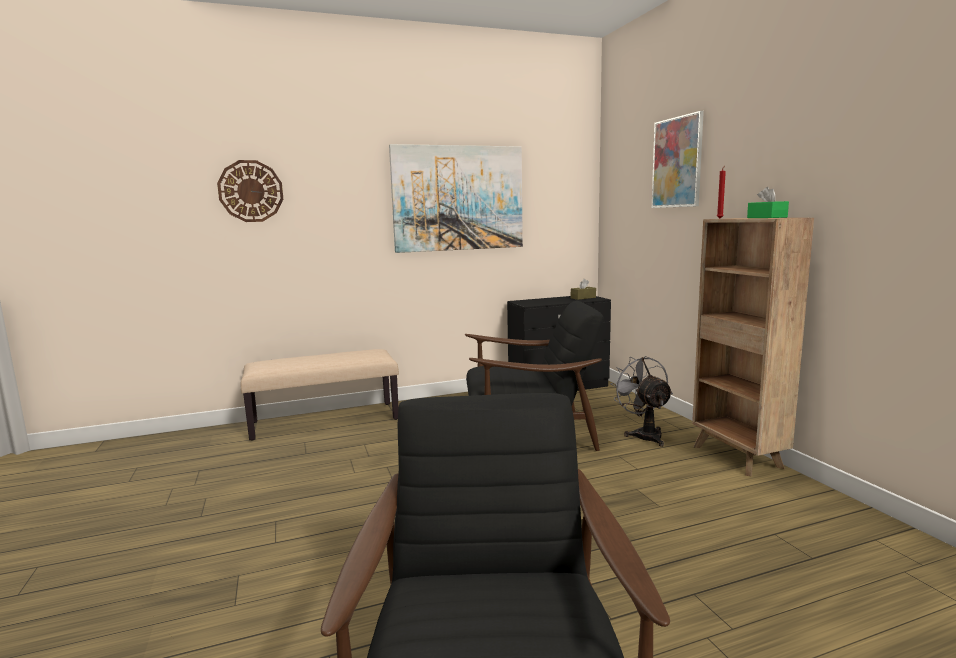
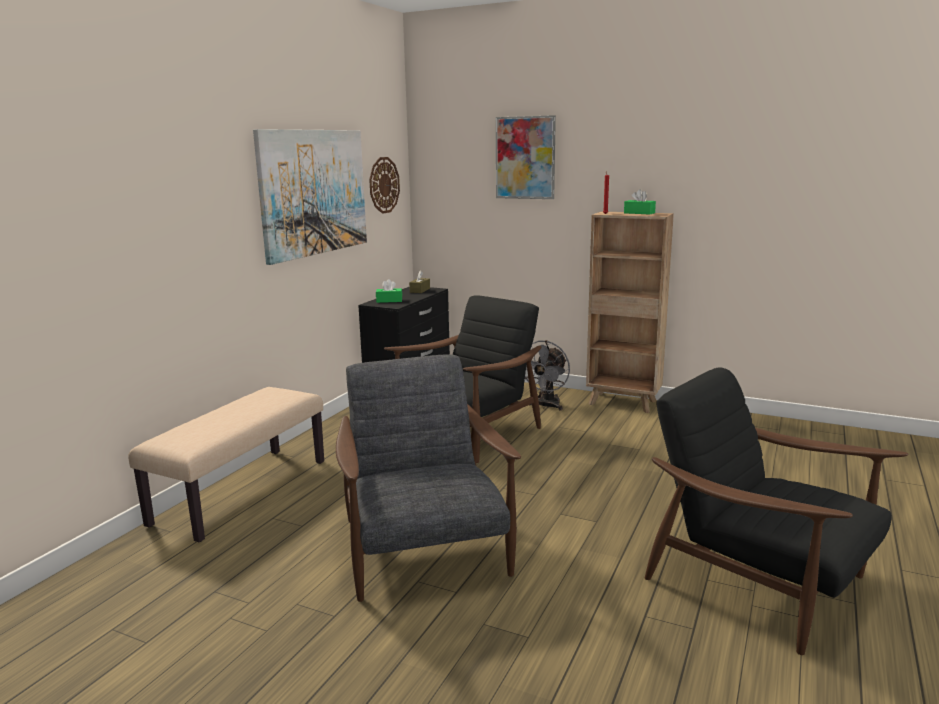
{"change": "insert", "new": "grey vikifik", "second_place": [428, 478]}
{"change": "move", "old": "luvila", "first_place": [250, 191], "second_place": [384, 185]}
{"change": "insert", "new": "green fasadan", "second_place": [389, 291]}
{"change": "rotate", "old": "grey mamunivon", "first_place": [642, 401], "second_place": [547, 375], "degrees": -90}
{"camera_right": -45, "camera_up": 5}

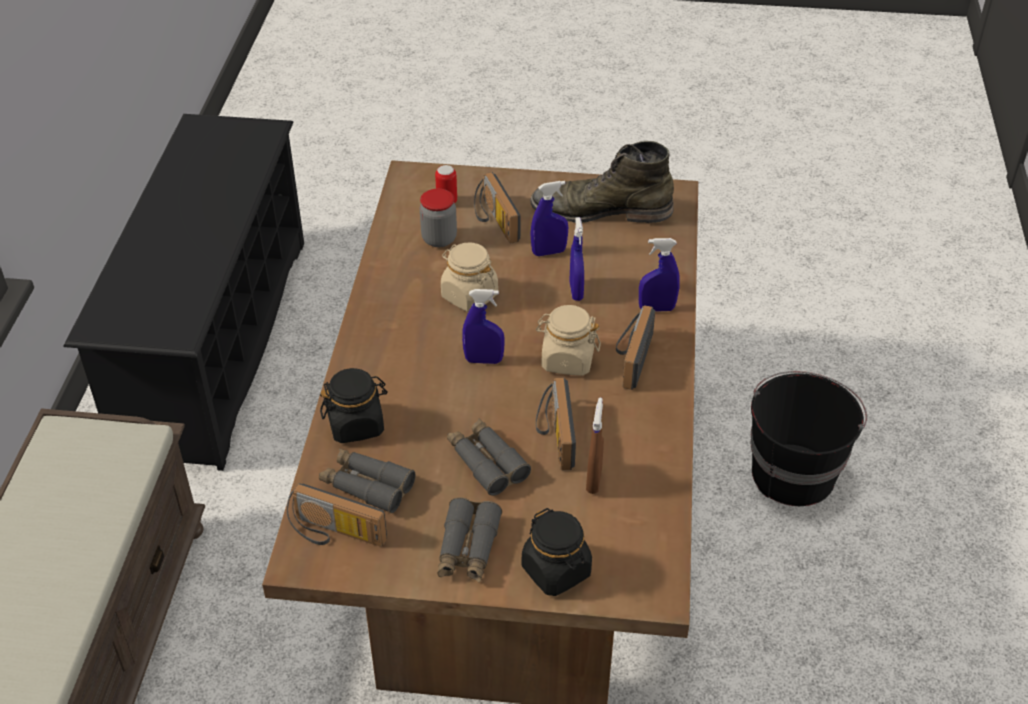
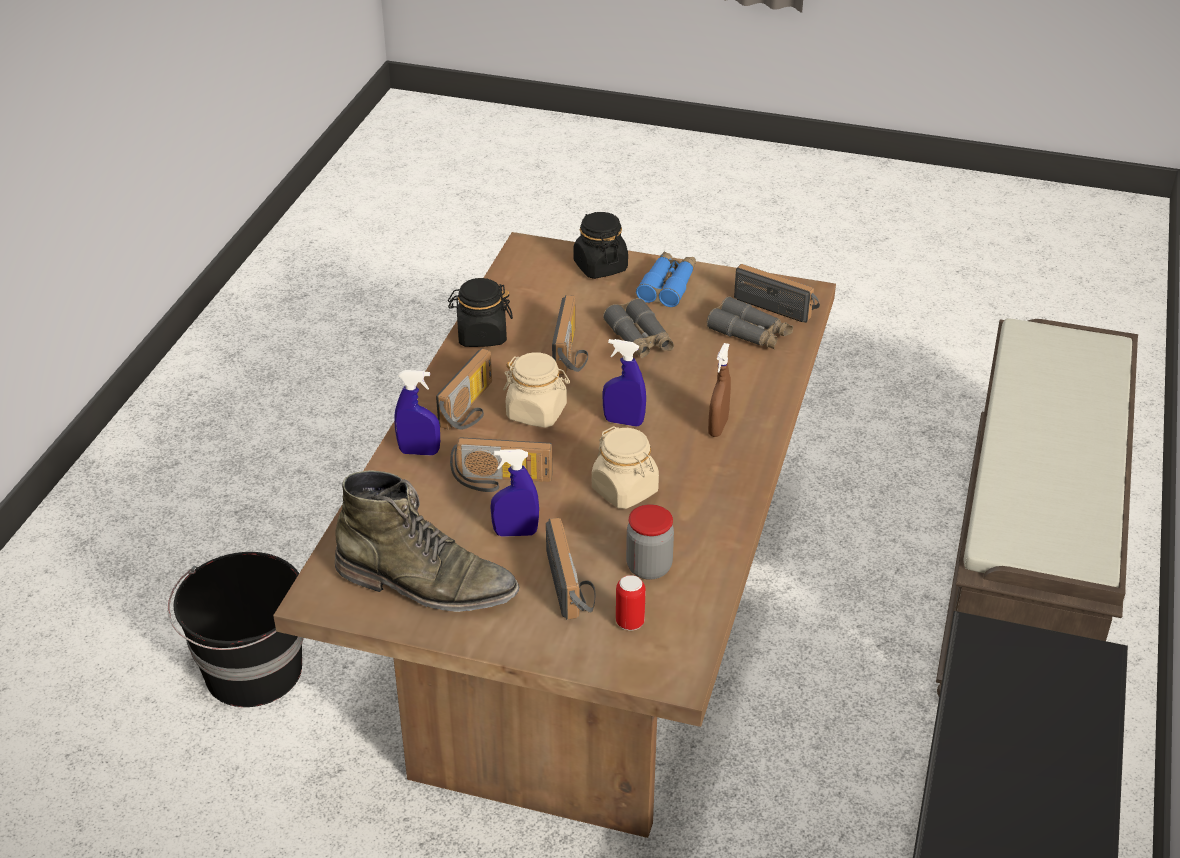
{"change": "move", "old": "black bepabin", "first_place": [354, 405], "second_place": [480, 312]}
{"change": "replace", "old": "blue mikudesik", "new": "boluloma", "first_place": [576, 259], "second_place": [501, 464]}
{"change": "recolor", "old": "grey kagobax", "new": "blue kagobax", "first_place": [470, 540], "second_place": [666, 279]}
{"change": "move", "old": "brown mikudesik", "first_place": [595, 446], "second_place": [719, 390]}
{"camera_right": -170, "camera_up": -5}

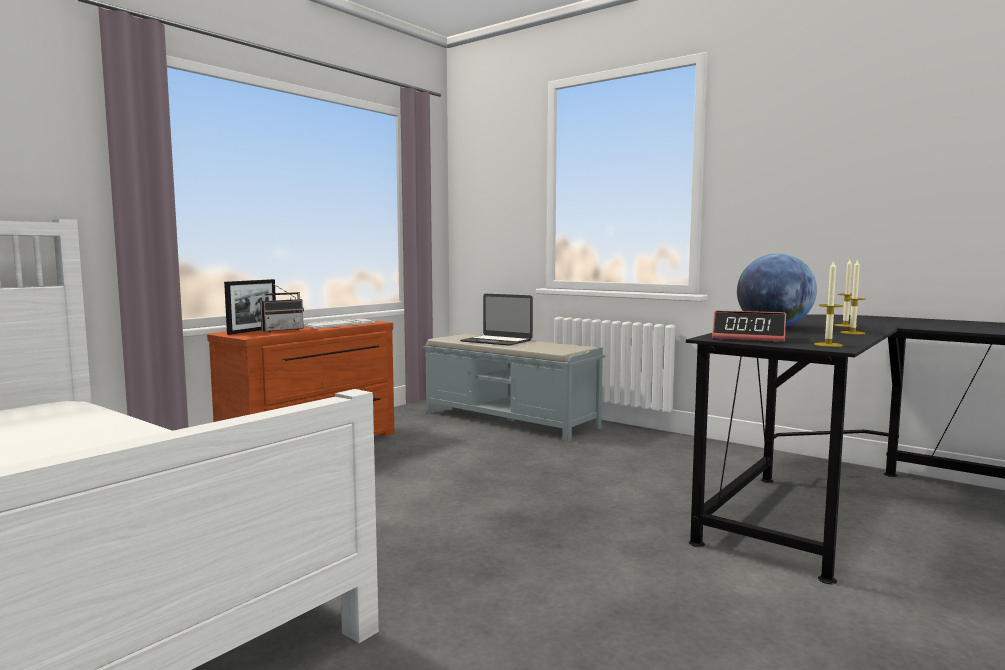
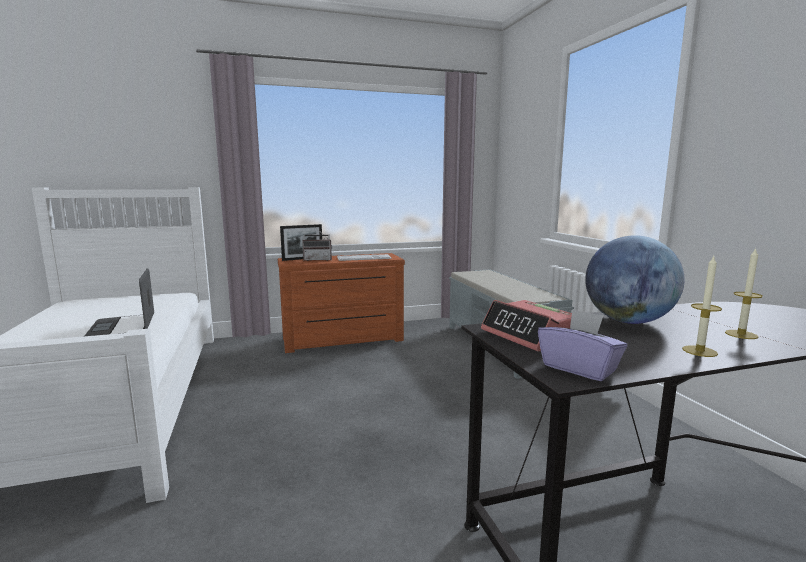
{"change": "move", "old": "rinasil", "first_place": [496, 320], "second_place": [119, 302]}
{"change": "replace", "old": "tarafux", "new": "purple fasadan", "first_place": [828, 303], "second_place": [582, 345]}
{"camera_right": 35, "camera_up": 5}

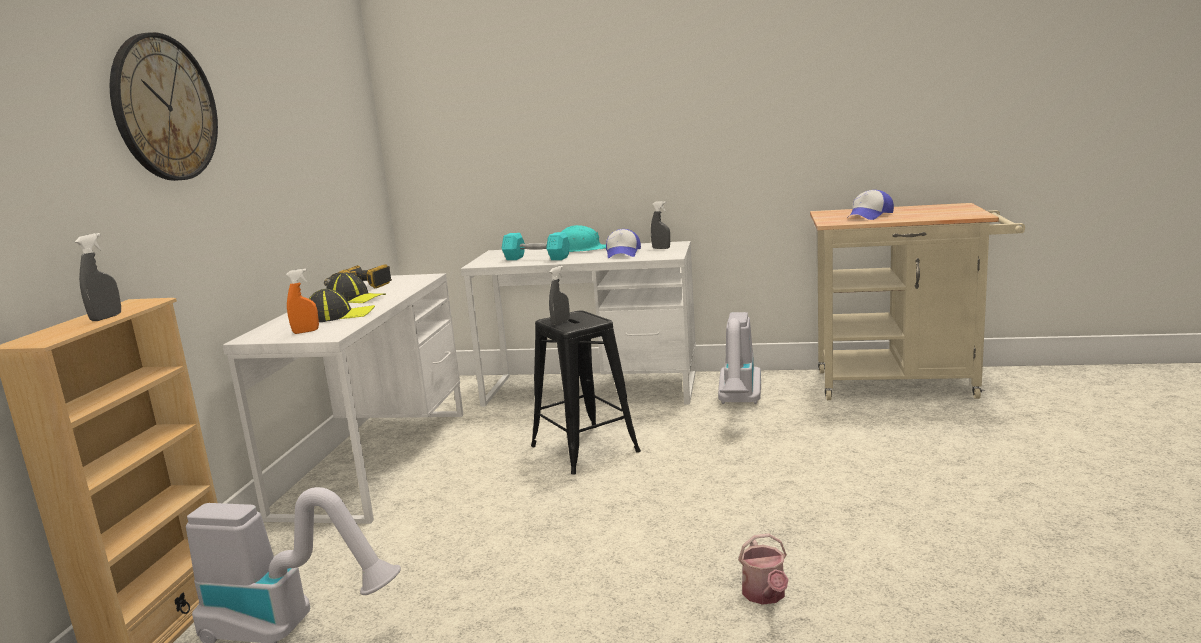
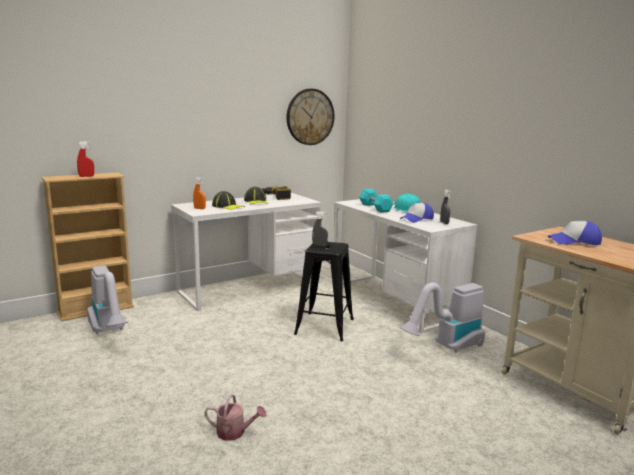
{"change": "recolor", "old": "grey mikudesik", "new": "red mikudesik", "first_place": [98, 277], "second_place": [85, 159]}
{"change": "rotate", "old": "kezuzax", "first_place": [763, 569], "second_place": [235, 417], "degrees": -120}
{"change": "move", "old": "luvila", "first_place": [164, 106], "second_place": [310, 117]}
{"camera_right": 45, "camera_up": 0}

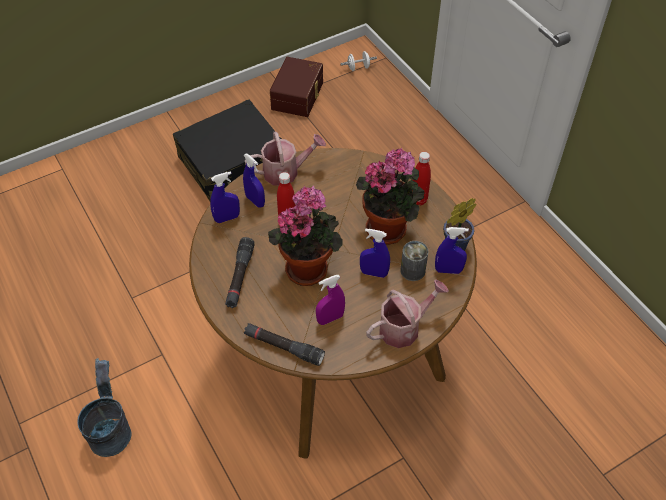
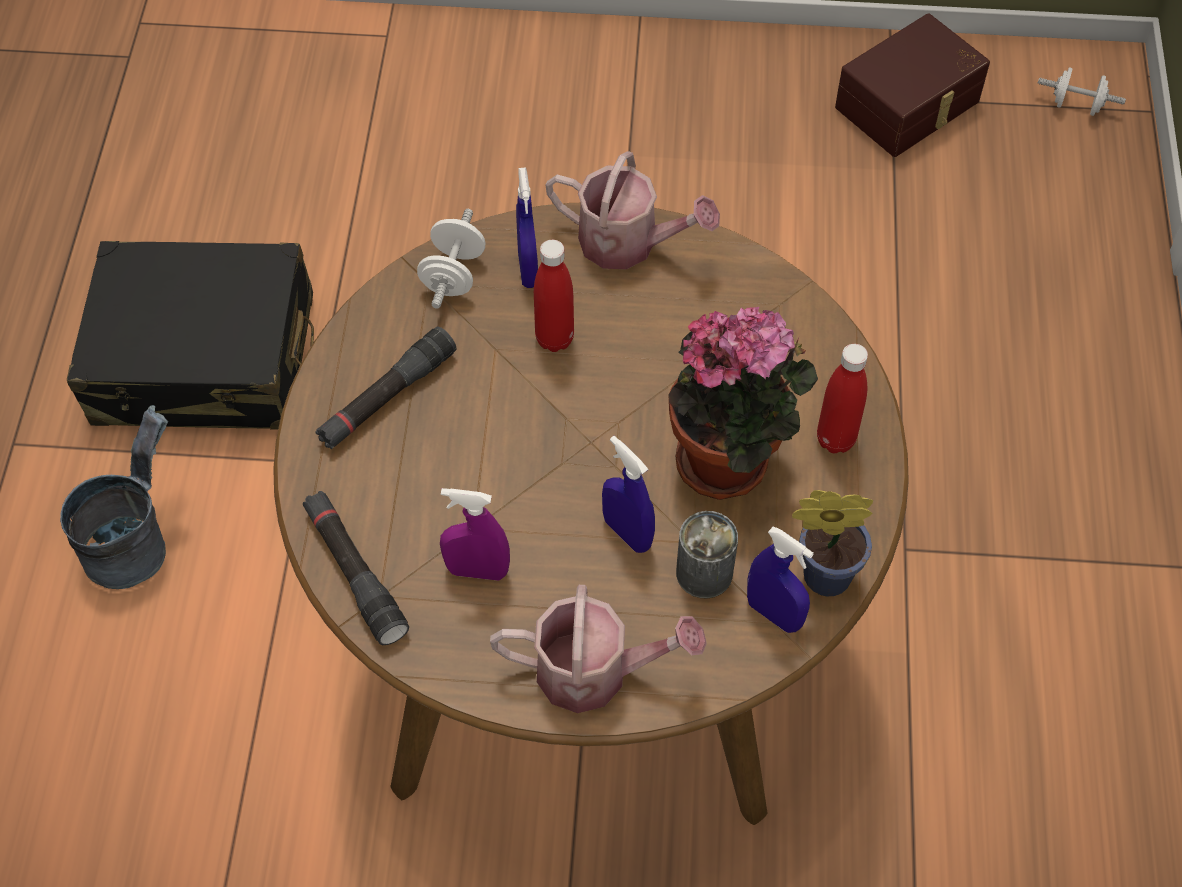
{"change": "move", "old": "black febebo", "first_place": [227, 150], "second_place": [190, 335]}
{"change": "replace", "old": "blue mikudesik", "new": "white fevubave", "first_place": [225, 197], "second_place": [451, 259]}
{"change": "delete", "old": "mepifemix", "first_place": [305, 236]}
{"camera_right": 35, "camera_up": 5}

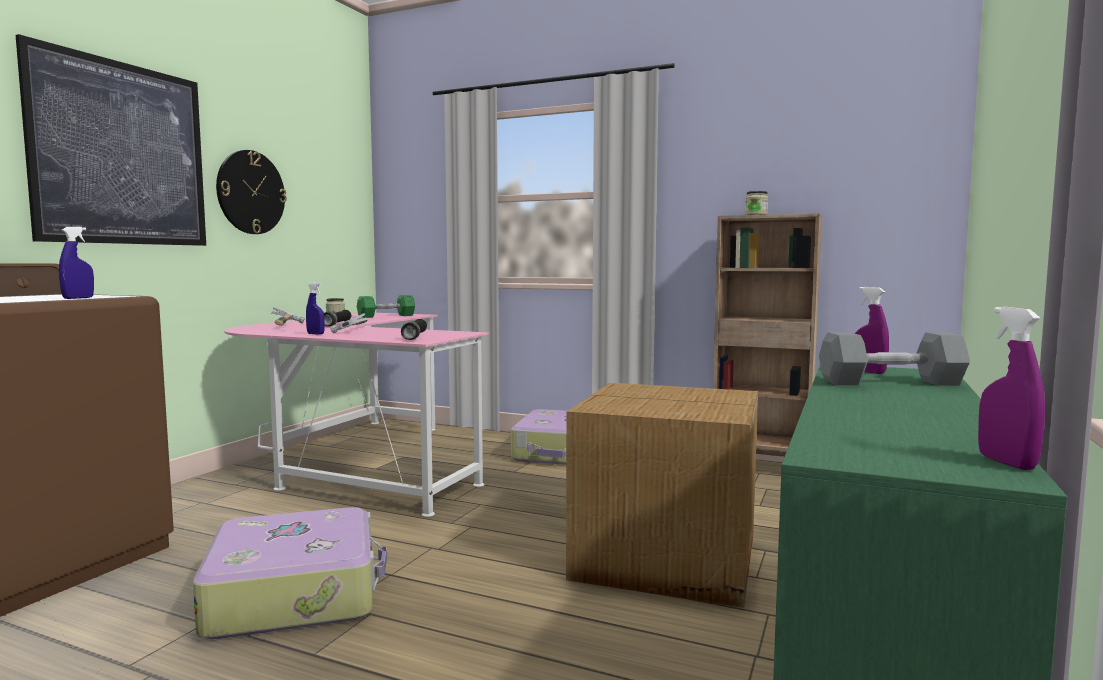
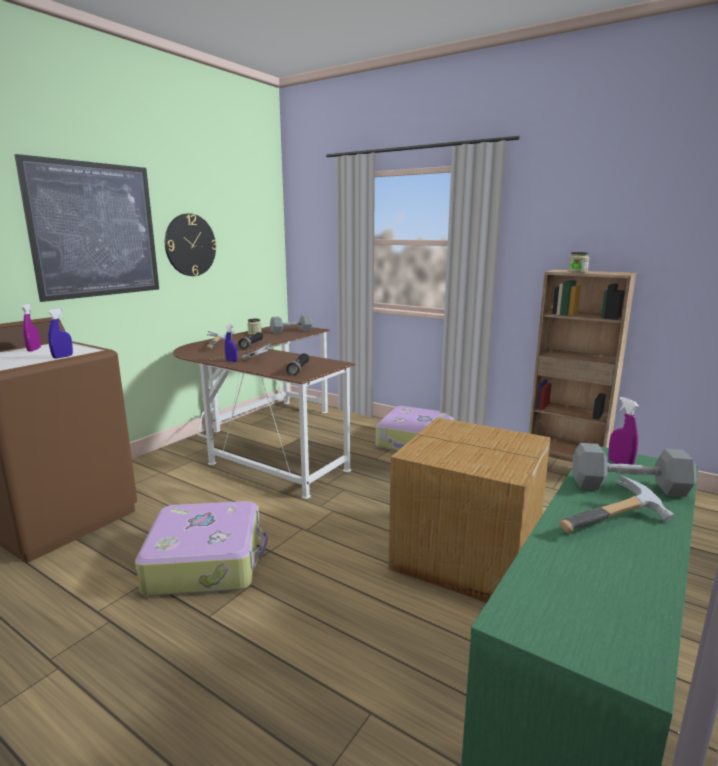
{"change": "move", "old": "purple mikudesik", "first_place": [1011, 388], "second_place": [31, 327]}
{"change": "recolor", "old": "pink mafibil", "new": "brown mafibil", "first_place": [356, 415], "second_place": [264, 412]}
{"change": "recolor", "old": "green fevubave", "new": "grey fevubave", "first_place": [386, 306], "second_place": [291, 324]}
{"change": "insert", "new": "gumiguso", "second_place": [616, 504]}
{"camera_right": 10, "camera_up": 10}

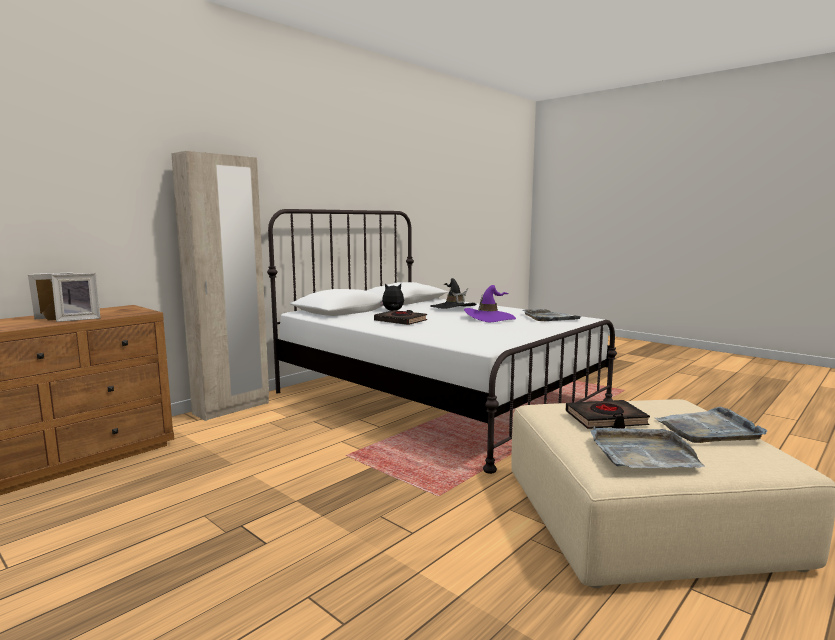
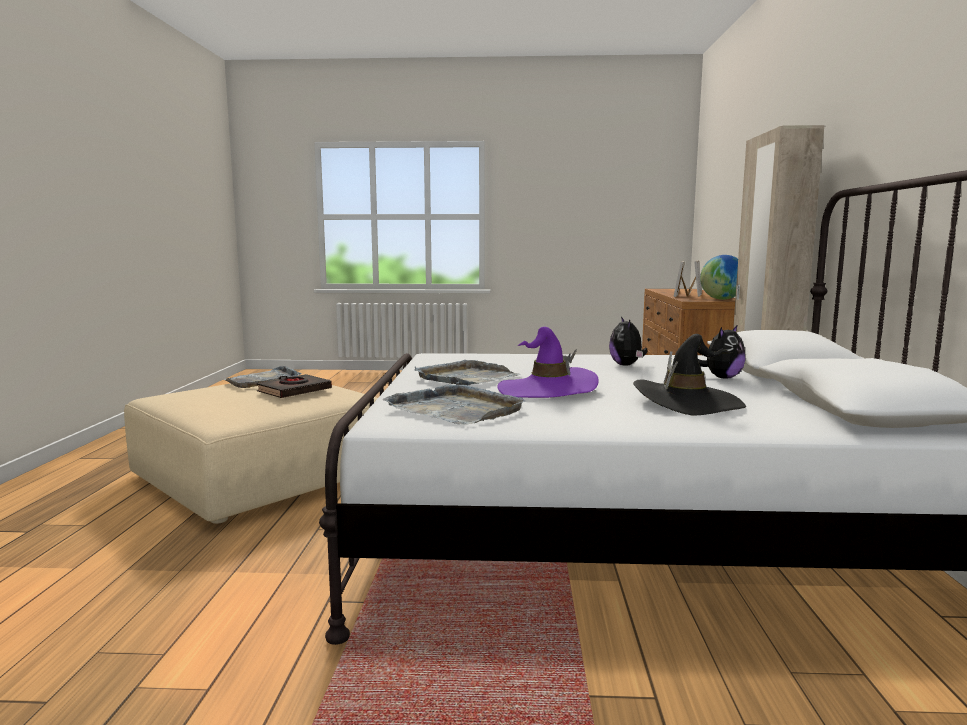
{"change": "move", "old": "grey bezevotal", "first_place": [711, 424], "second_place": [467, 372]}
{"change": "replace", "old": "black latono", "new": "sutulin", "first_place": [400, 317], "second_place": [628, 341]}
{"change": "insert", "new": "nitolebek", "second_place": [719, 277]}
{"camera_right": 140, "camera_up": 0}

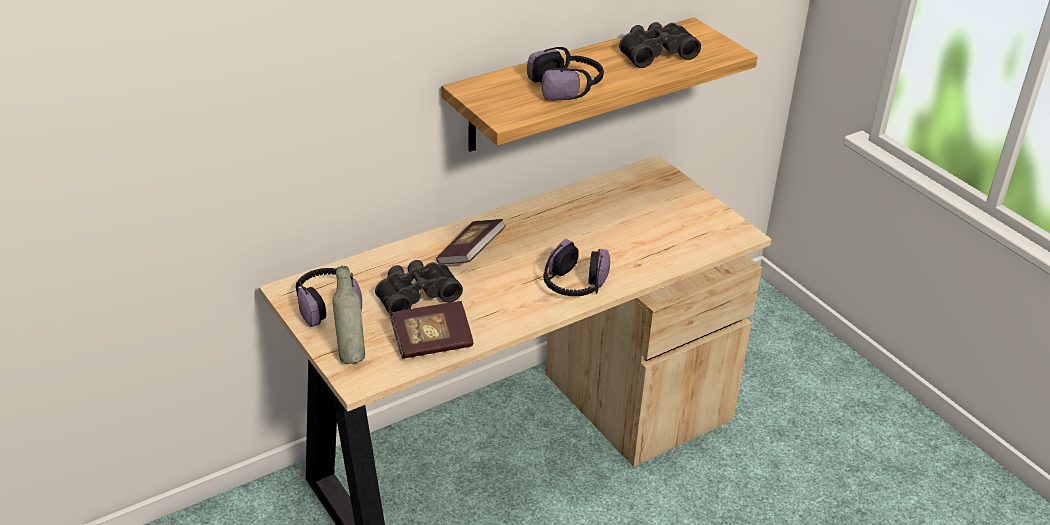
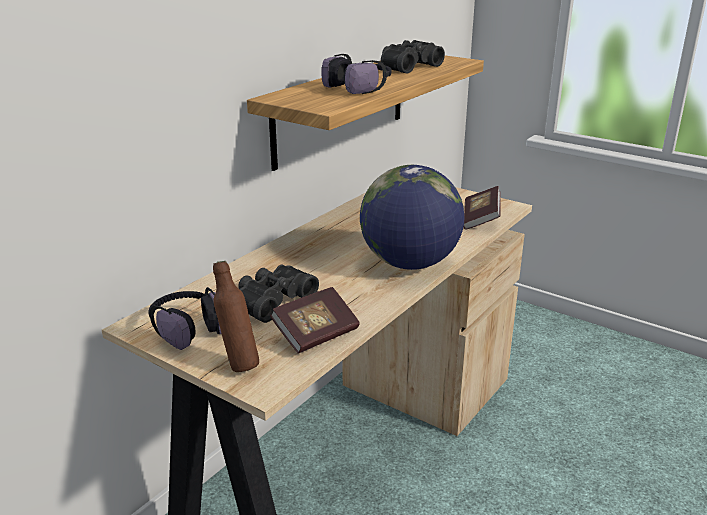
{"change": "recolor", "old": "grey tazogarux", "new": "brown tazogarux", "first_place": [348, 314], "second_place": [236, 316]}
{"change": "replace", "old": "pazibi", "new": "nitolebek", "first_place": [576, 267], "second_place": [412, 217]}
{"change": "move", "old": "latono", "first_place": [471, 241], "second_place": [482, 208]}
{"camera_right": -20, "camera_up": -10}

